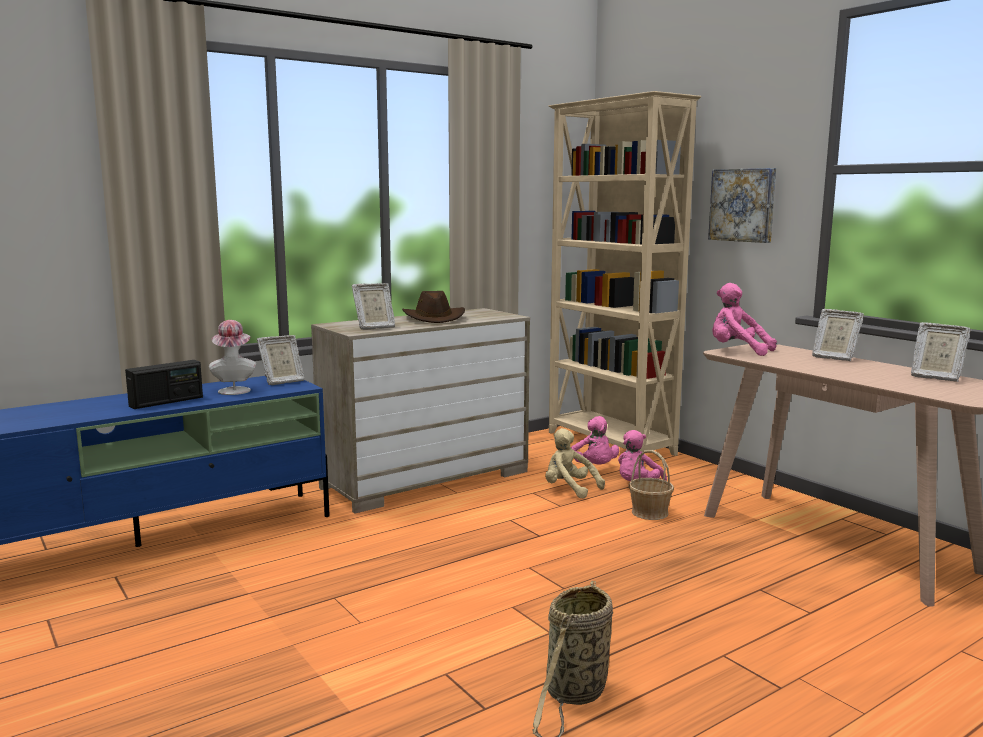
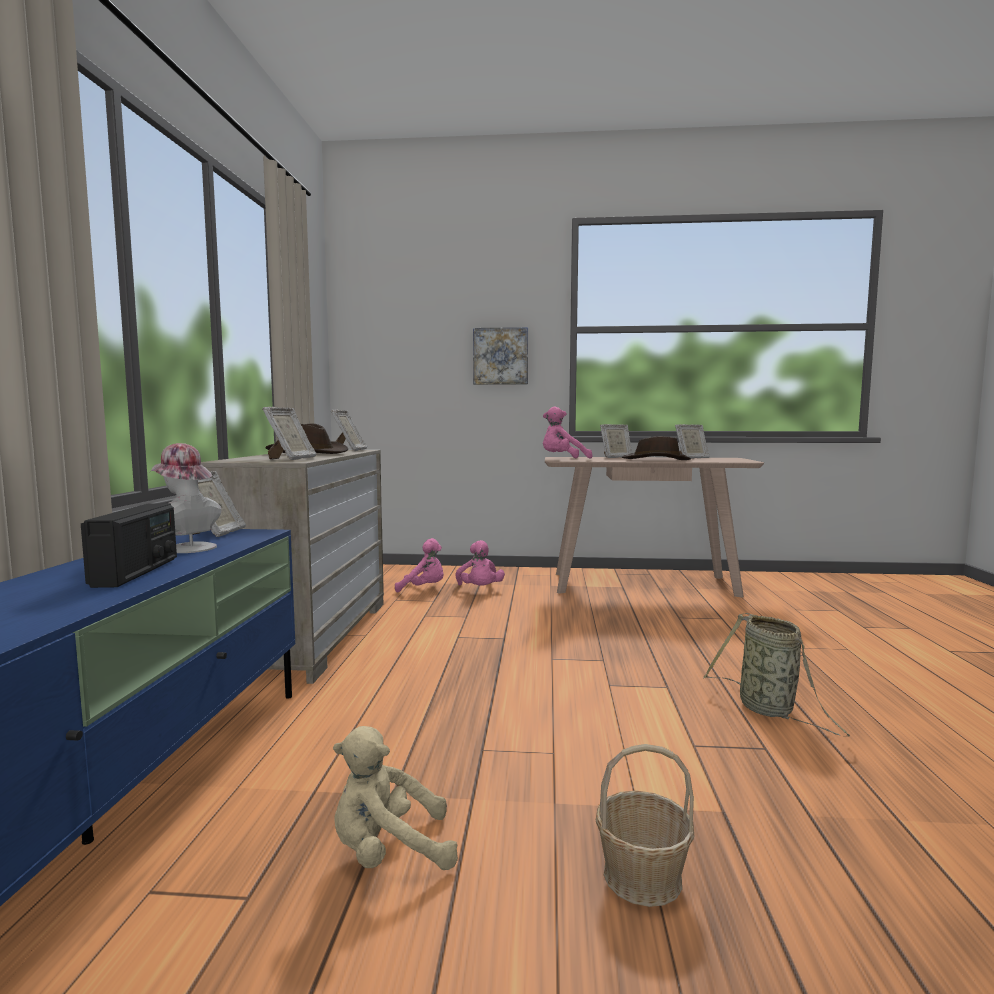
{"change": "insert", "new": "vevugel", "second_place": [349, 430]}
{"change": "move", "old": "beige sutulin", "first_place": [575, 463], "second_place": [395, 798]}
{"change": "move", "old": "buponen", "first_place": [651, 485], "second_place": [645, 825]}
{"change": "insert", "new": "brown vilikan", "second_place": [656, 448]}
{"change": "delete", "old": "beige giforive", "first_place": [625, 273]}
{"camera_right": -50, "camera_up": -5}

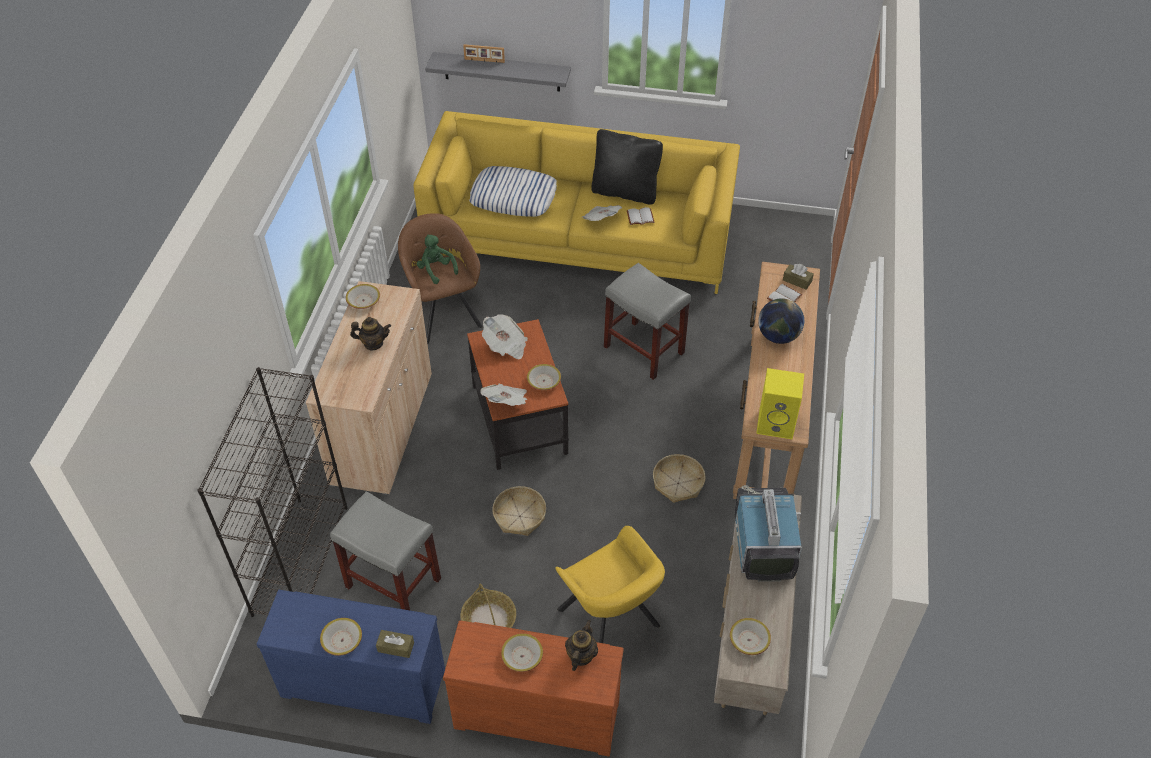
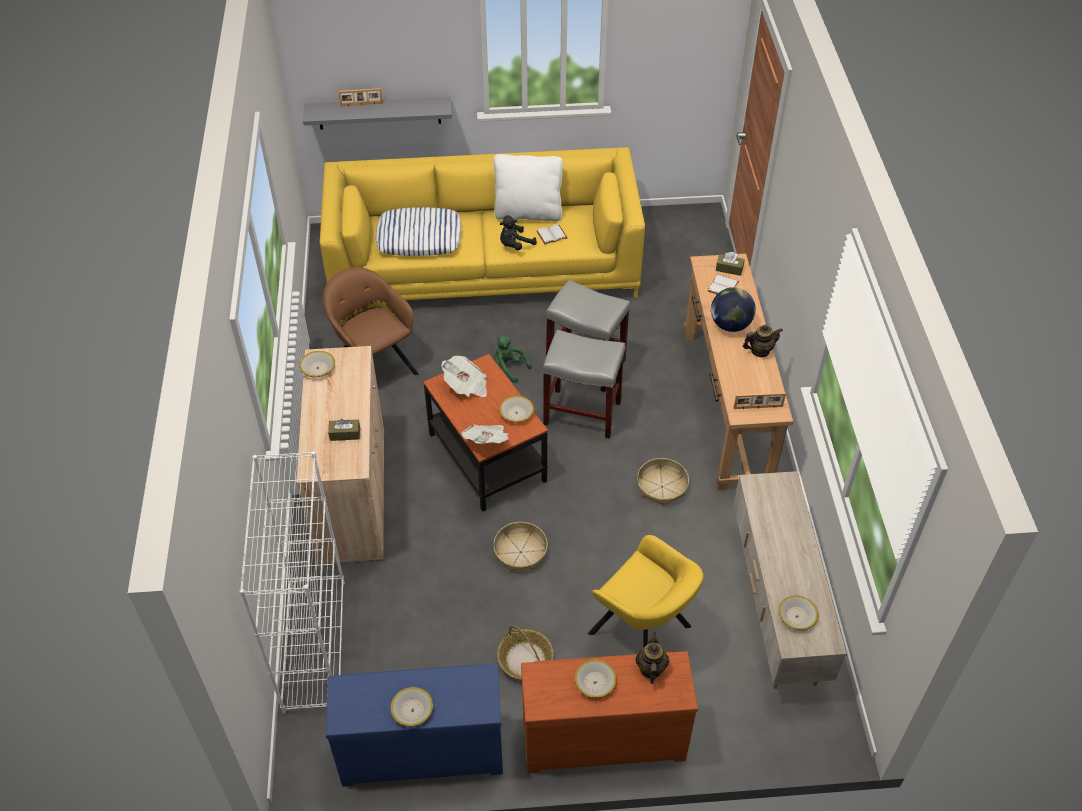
{"change": "recolor", "old": "black giforive", "new": "white giforive", "first_place": [272, 492], "second_place": [292, 582]}
{"change": "move", "old": "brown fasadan", "first_place": [395, 644], "second_place": [344, 430]}
{"change": "recolor", "old": "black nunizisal", "new": "white nunizisal", "first_place": [627, 167], "second_place": [528, 187]}
{"change": "move", "old": "green sutulin", "first_place": [437, 259], "second_place": [513, 359]}
{"change": "replace", "old": "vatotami", "new": "black sutulin", "first_place": [602, 213], "second_place": [518, 232]}
{"change": "move", "old": "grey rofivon", "first_place": [385, 550], "second_place": [584, 384]}
{"change": "replace", "old": "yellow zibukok", "new": "vevugel", "first_place": [780, 403], "second_place": [759, 401]}
{"change": "move", "old": "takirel", "first_place": [370, 334], "second_place": [763, 340]}
{"change": "delete", "old": "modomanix", "first_place": [768, 533]}
{"camera_right": -15, "camera_up": 0}

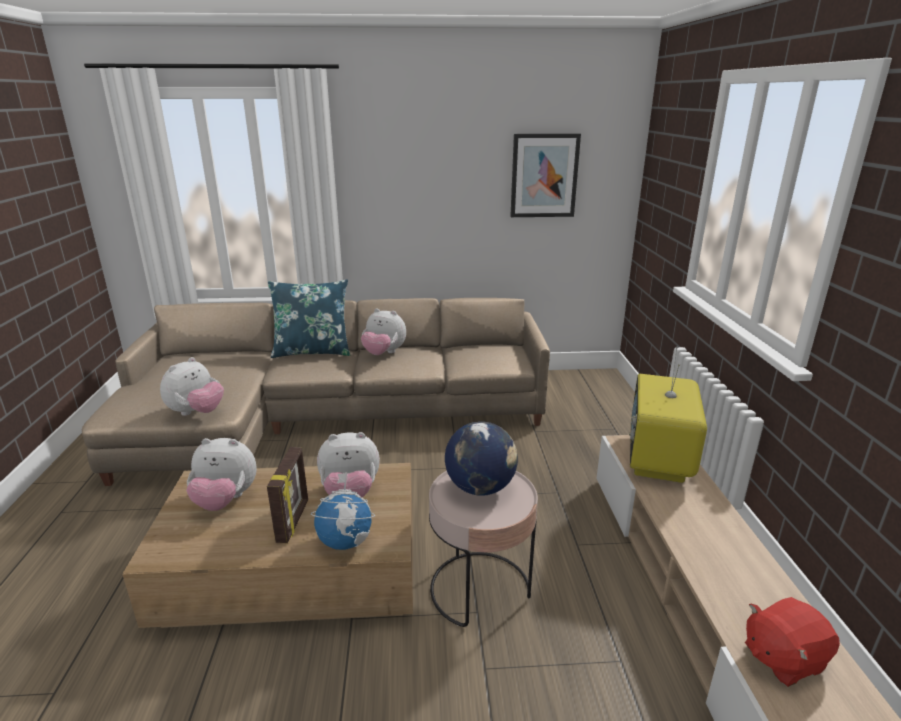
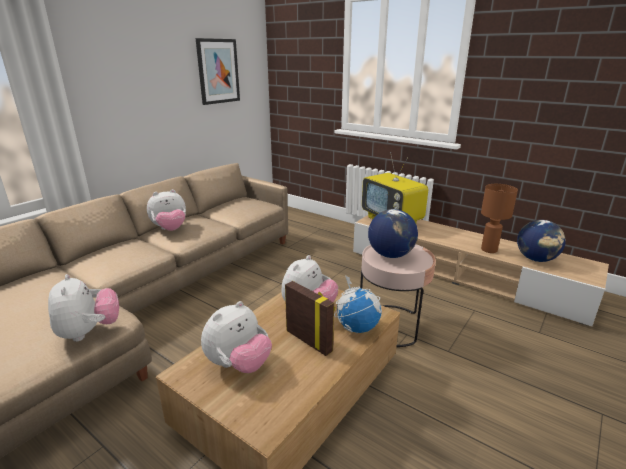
{"change": "insert", "new": "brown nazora", "second_place": [499, 218]}
{"change": "replace", "old": "red sutulin", "new": "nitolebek", "first_place": [792, 642], "second_place": [541, 241]}
{"change": "delete", "old": "blue nunizisal", "first_place": [309, 319]}
{"camera_right": -50, "camera_up": 0}

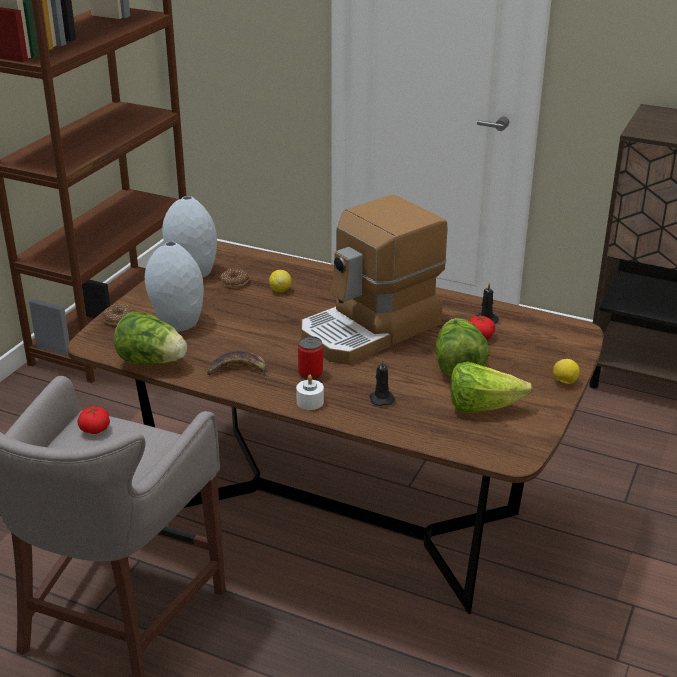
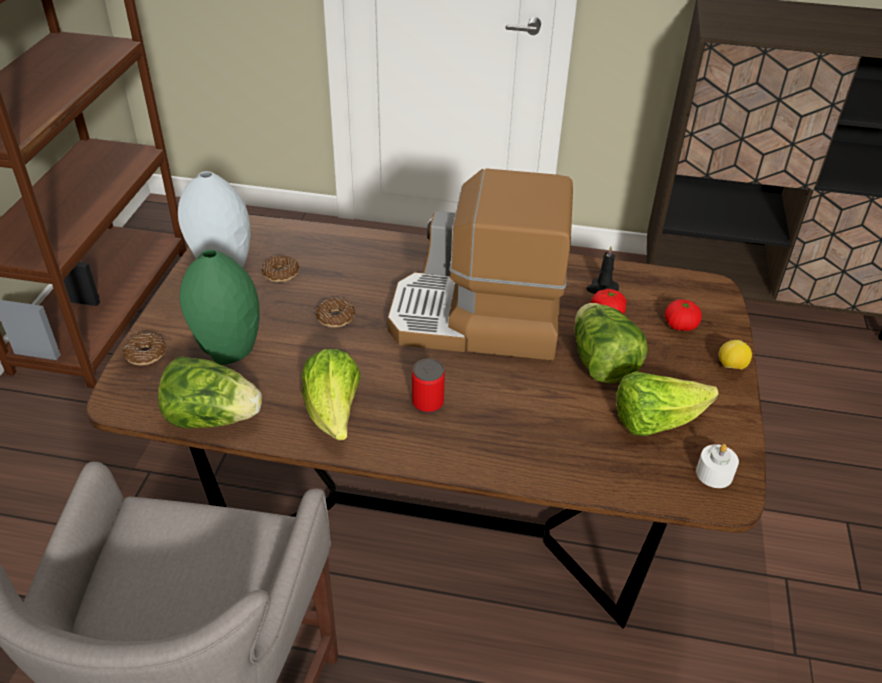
{"change": "recolor", "old": "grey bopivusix", "new": "green bopivusix", "first_place": [174, 287], "second_place": [220, 307]}
{"change": "replace", "old": "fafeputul", "new": "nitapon", "first_place": [237, 365], "second_place": [331, 395]}
{"change": "insert", "new": "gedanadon", "second_place": [335, 313]}
{"change": "rotate", "old": "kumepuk", "first_place": [374, 279], "second_place": [480, 264], "degrees": 60}
{"change": "move", "old": "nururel", "first_place": [93, 420], "second_place": [683, 315]}
{"change": "move", "old": "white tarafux", "first_place": [310, 392], "second_place": [717, 466]}
{"change": "delete", "old": "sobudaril", "first_place": [280, 281]}
{"change": "delete", "old": "black tarafux", "first_place": [382, 382]}
{"camera_right": -15, "camera_up": 10}

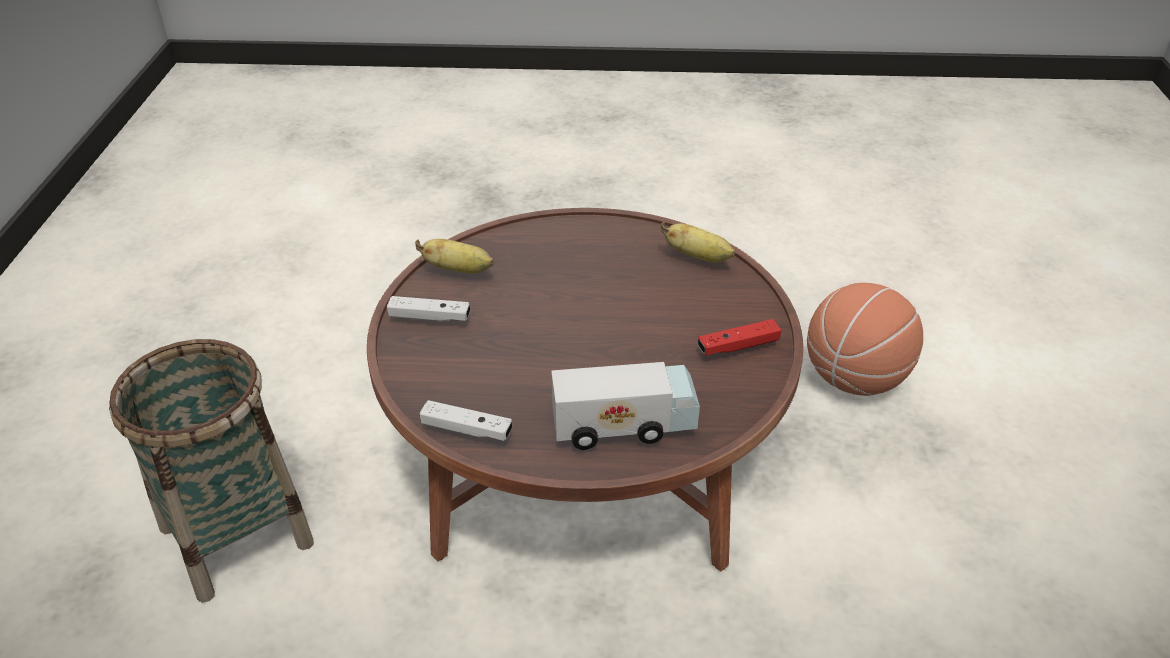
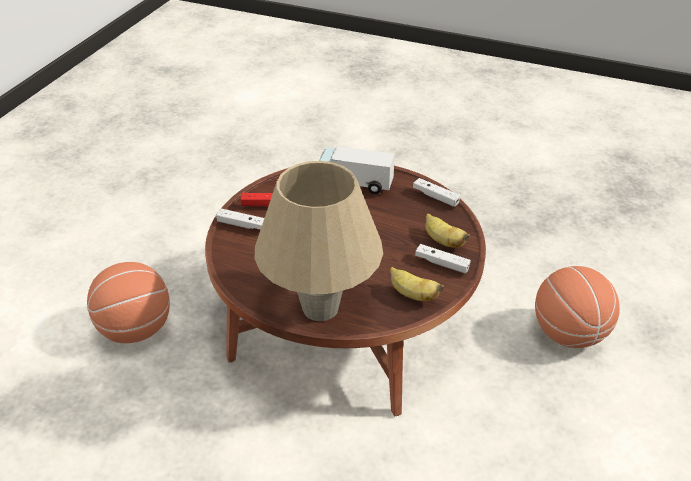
{"change": "insert", "new": "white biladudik", "second_place": [240, 219]}
{"change": "insert", "new": "beige nazora", "second_place": [319, 241]}
{"change": "move", "old": "fafeputul", "first_place": [698, 242], "second_place": [447, 230]}
{"change": "replace", "old": "buponen", "new": "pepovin", "first_place": [211, 471], "second_place": [577, 307]}
{"camera_right": -160, "camera_up": 0}

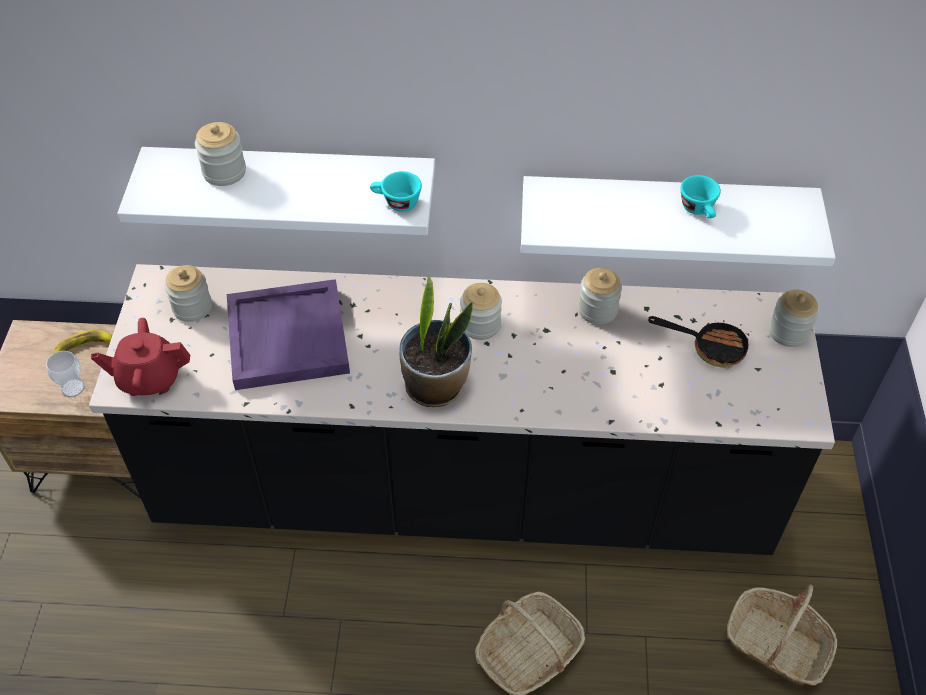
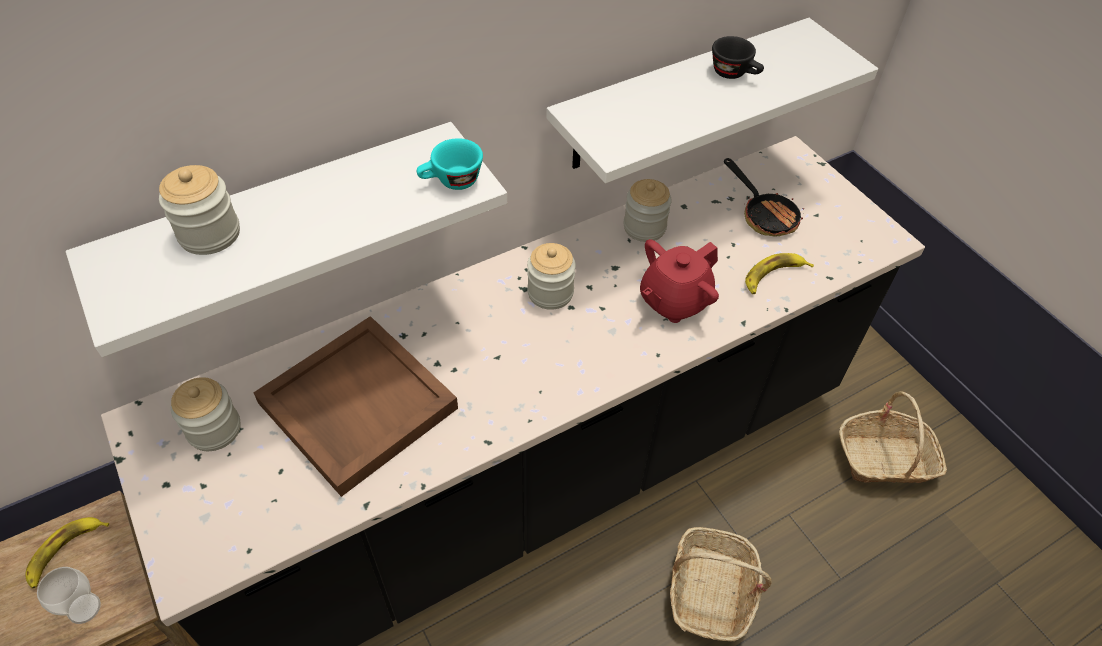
{"change": "recolor", "old": "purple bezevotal", "new": "brown bezevotal", "first_place": [288, 334], "second_place": [355, 406]}
{"change": "move", "old": "red takirel", "first_place": [140, 357], "second_place": [679, 281]}
{"change": "recolor", "old": "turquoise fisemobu", "new": "black fisemobu", "first_place": [700, 196], "second_place": [738, 57]}
{"change": "rotate", "old": "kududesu", "first_place": [698, 342], "second_place": [764, 197], "degrees": 75}
{"change": "insert", "new": "fafeputul", "second_place": [779, 273]}
{"change": "delete", "old": "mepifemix", "first_place": [436, 340]}
{"change": "delete", "old": "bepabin", "first_place": [794, 318]}
{"camera_right": -35, "camera_up": 0}

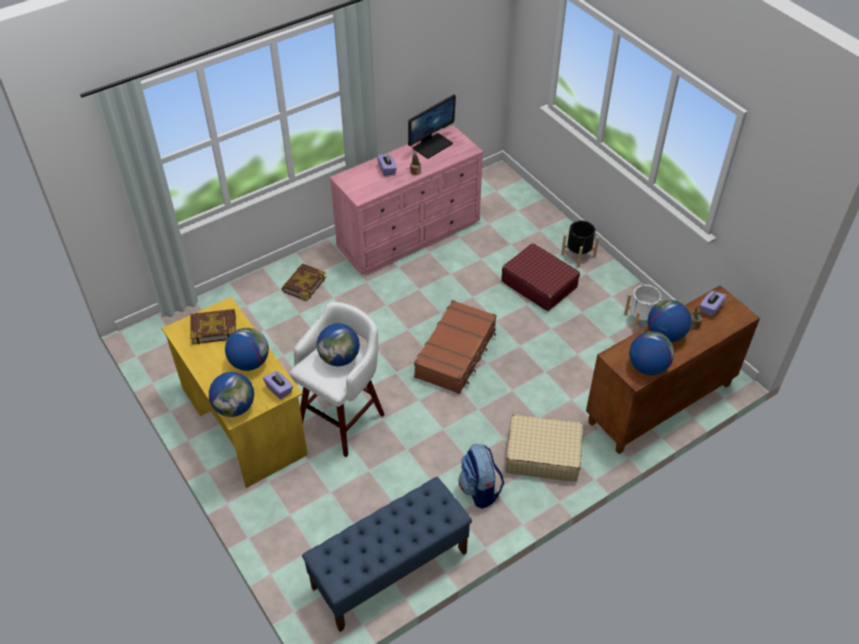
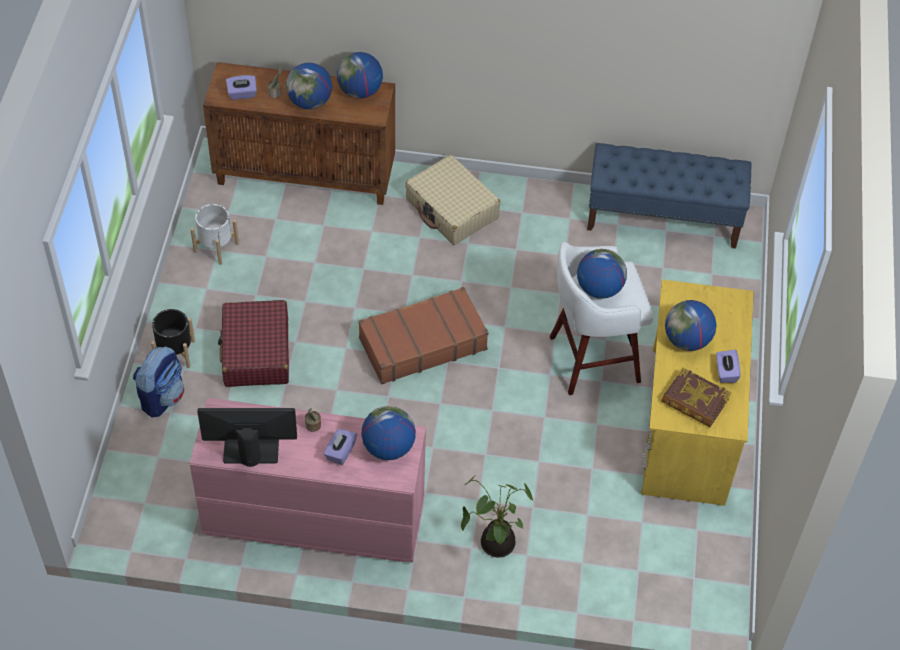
{"change": "move", "old": "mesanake", "first_place": [481, 476], "second_place": [158, 382]}
{"change": "move", "old": "nitolebek", "first_place": [231, 394], "second_place": [388, 433]}
{"change": "replace", "old": "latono", "new": "mepifemix", "first_place": [304, 282], "second_place": [497, 515]}
{"change": "move", "old": "purple fasadan", "first_place": [278, 385], "second_place": [728, 366]}
{"camera_right": -140, "camera_up": 5}

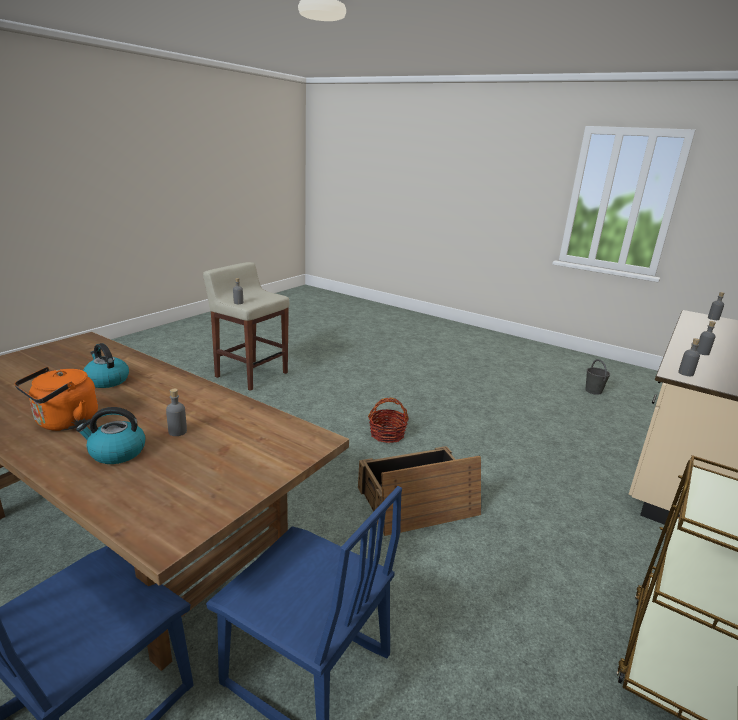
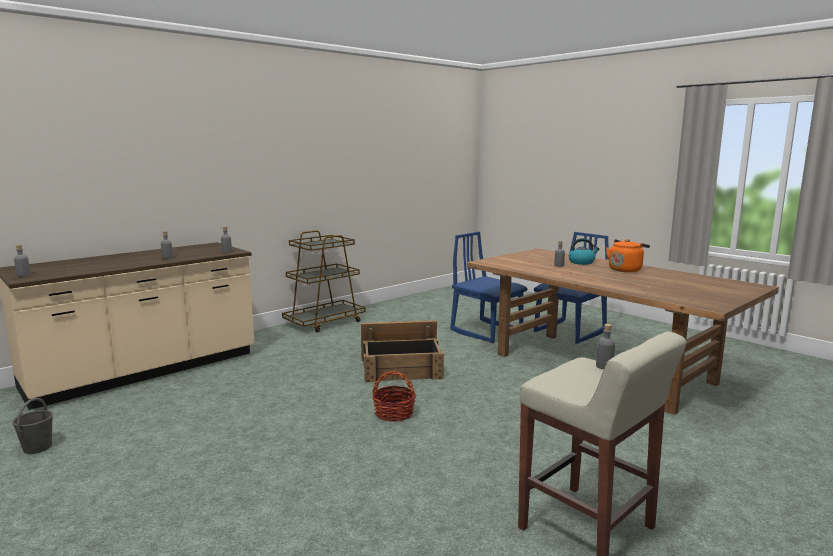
{"change": "delete", "old": "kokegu", "first_place": [106, 365]}
{"camera_right": -165, "camera_up": -10}

